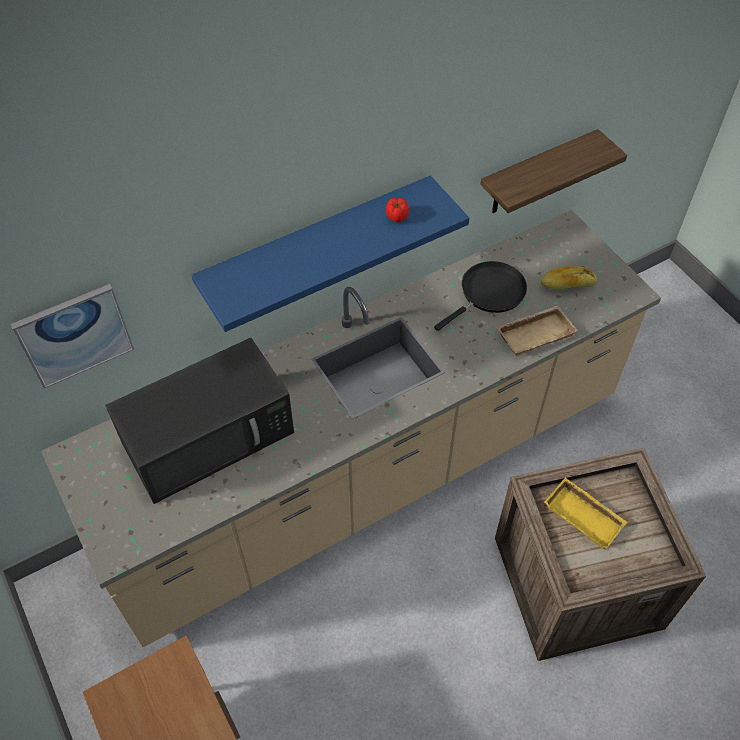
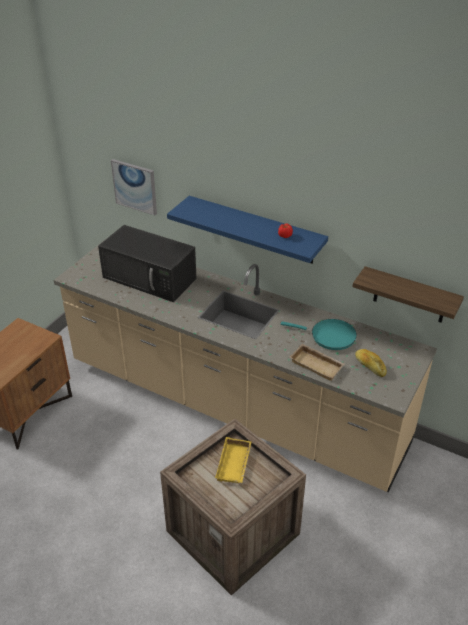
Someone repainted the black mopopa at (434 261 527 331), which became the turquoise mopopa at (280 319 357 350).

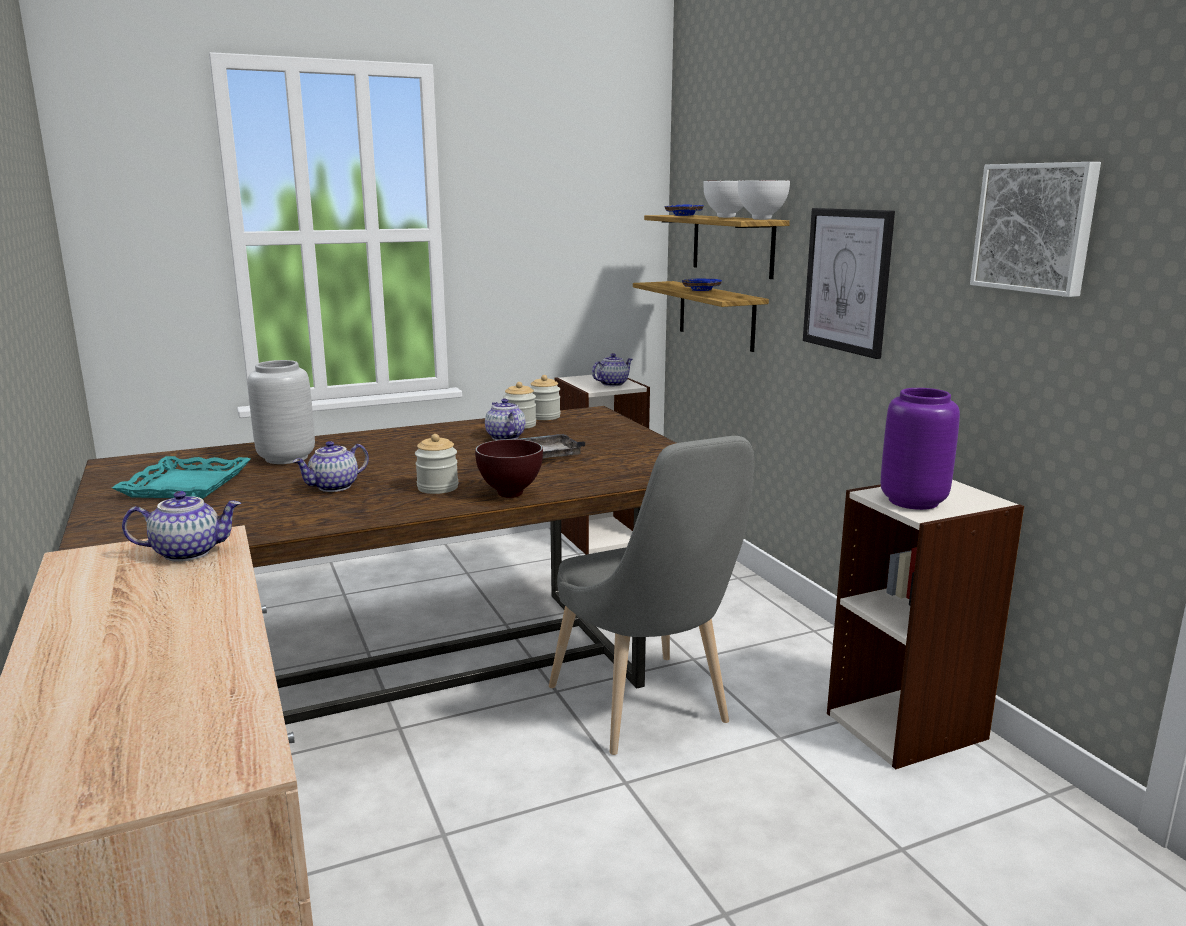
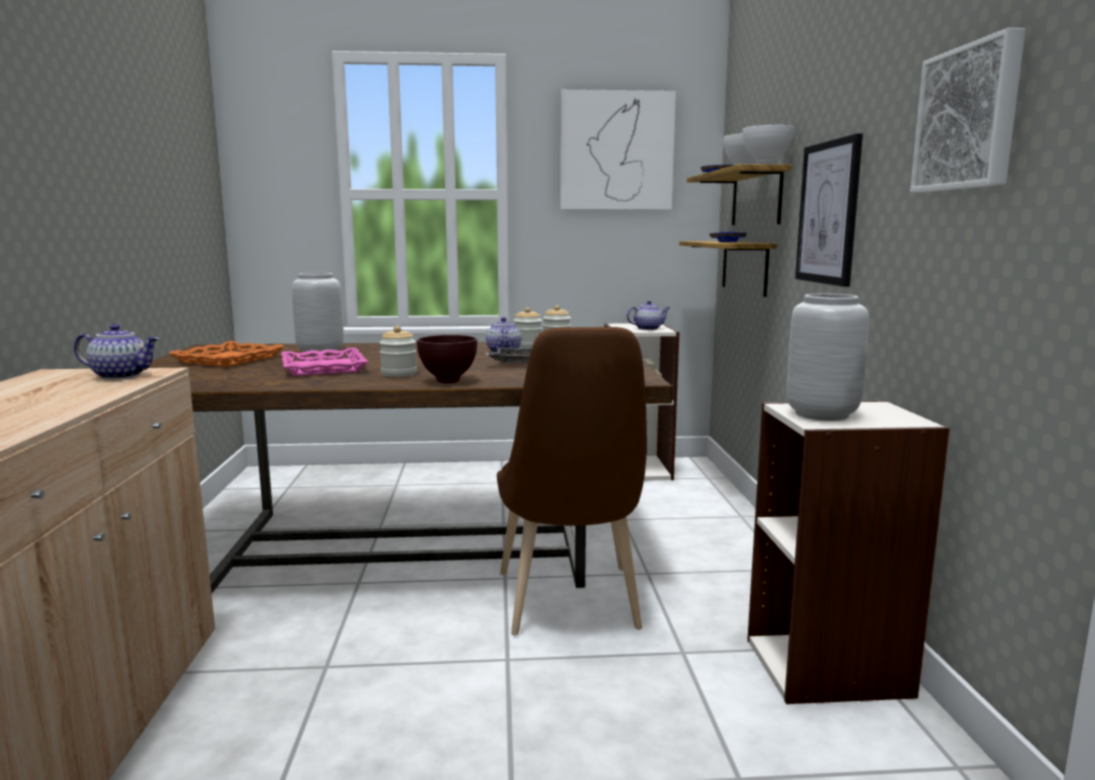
Someone repainted the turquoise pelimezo at (112 456 251 499), which became the orange pelimezo at (168 341 285 367).
Someone swapped the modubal at (293 441 369 492) for the pink pelimezo at (281 348 368 376).
Someone repainted the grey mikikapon at (549 436 754 755), which became the brown mikikapon at (497 327 647 635).
Someone put up the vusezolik at (560 89 676 210).
Someone repainted the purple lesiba at (881 388 960 510), which became the grey lesiba at (786 294 869 421).

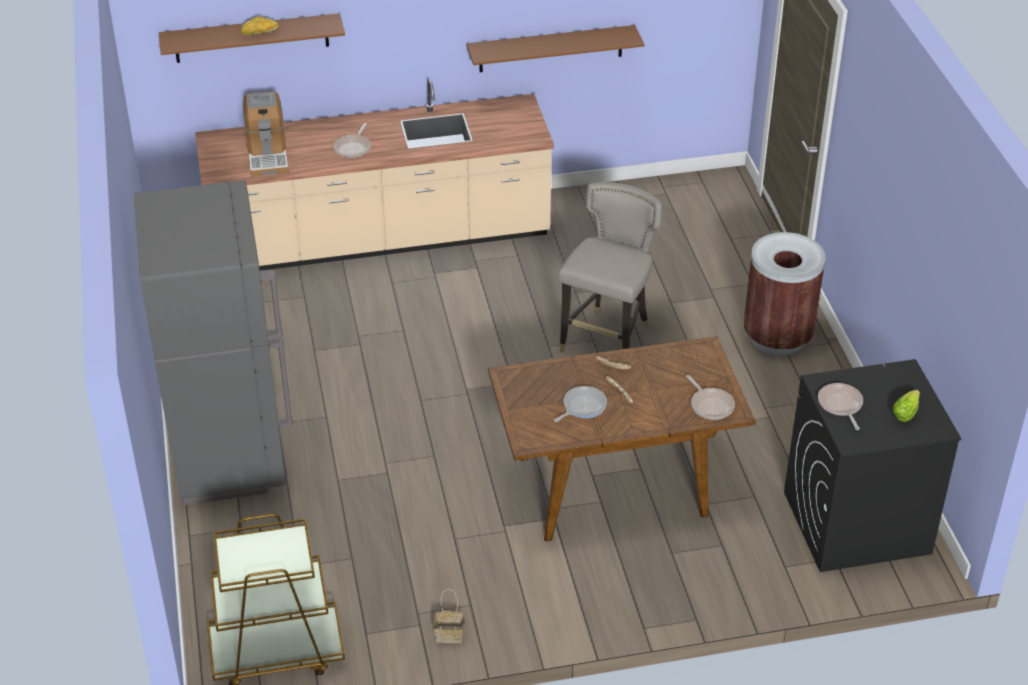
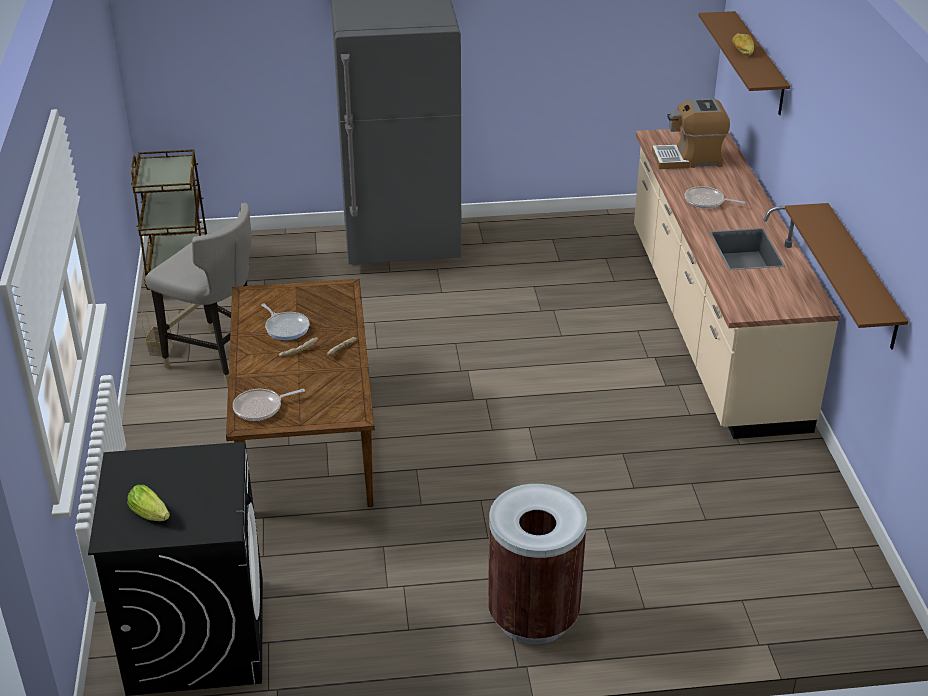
Someone carried the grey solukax from (558 182 662 353) to (146 203 252 386).
Someone took away the mopopa at (818 383 863 430).

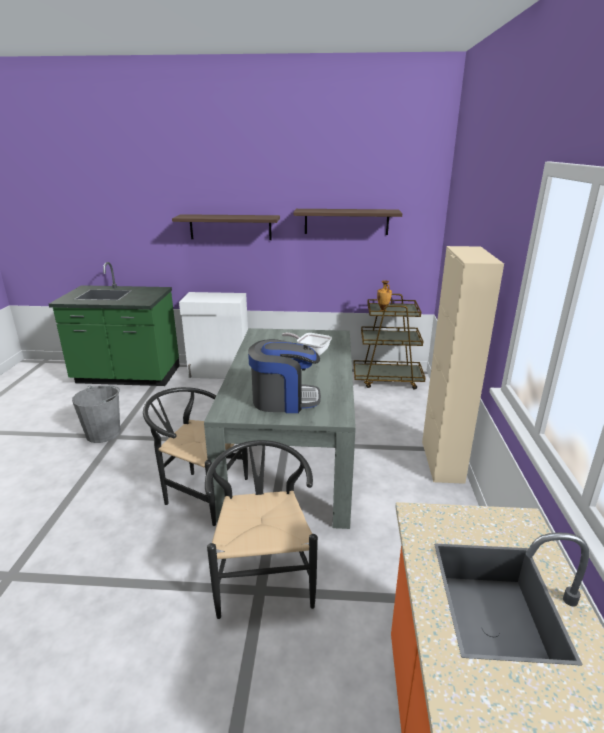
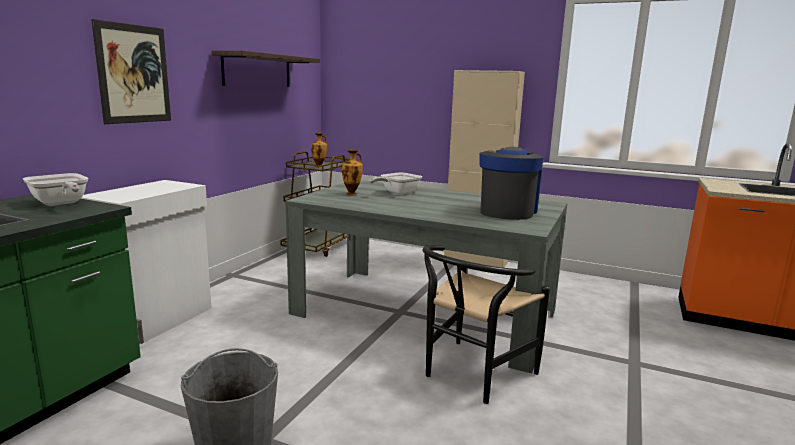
Someone put down the mopopa at (23 173 89 206).
Someone swapped the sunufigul at (172 214 280 240) for the vusezolik at (91 19 171 124).
Someone put down the lesiba at (342 149 363 195).
Someone took away the black mikikapon at (205 440 318 619).

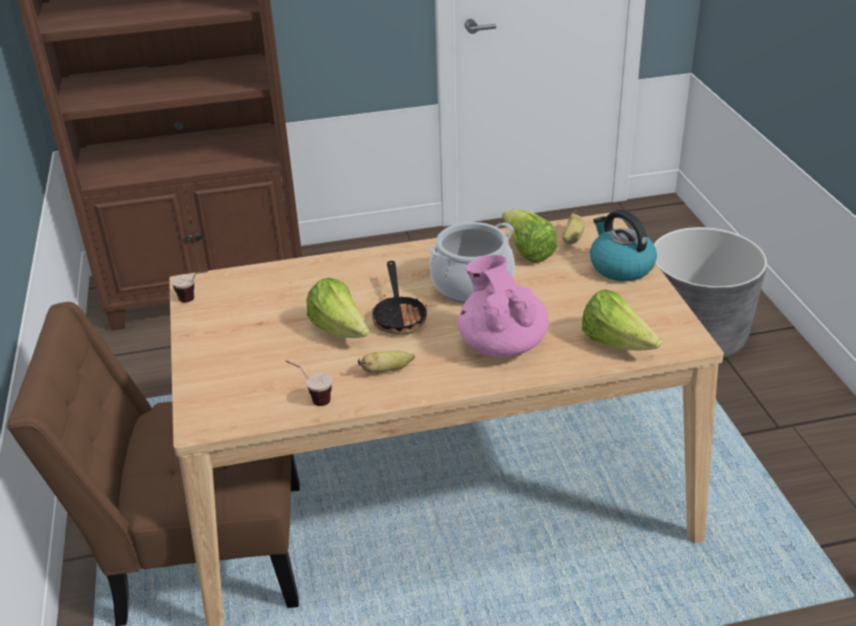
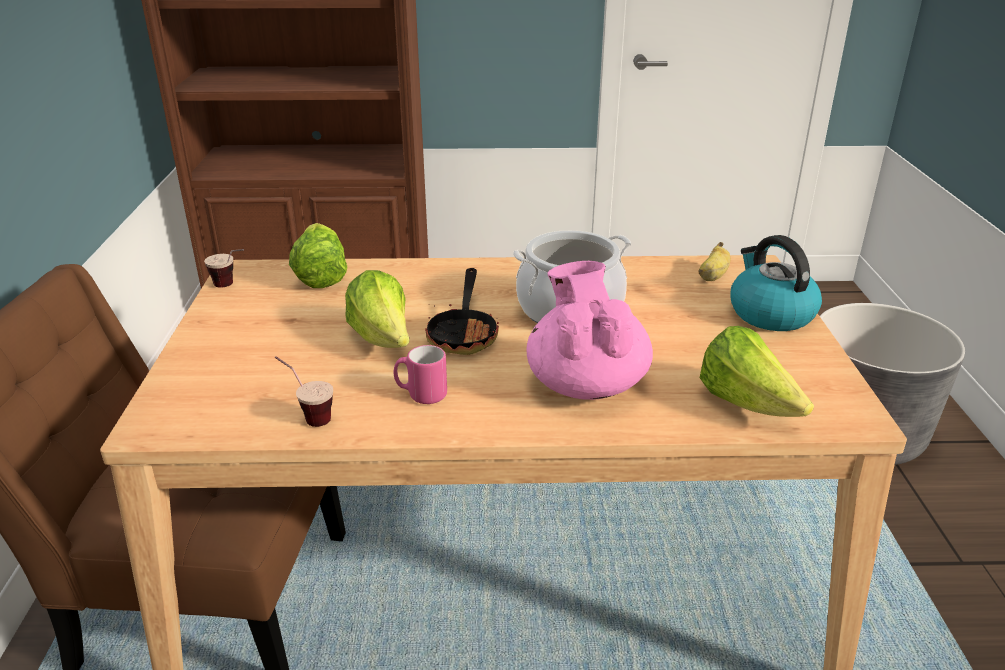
Someone carried the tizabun from (502 209 557 263) to (289 223 347 288).
Someone swapped the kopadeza at (358 350 415 373) for the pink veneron at (394 345 447 404).

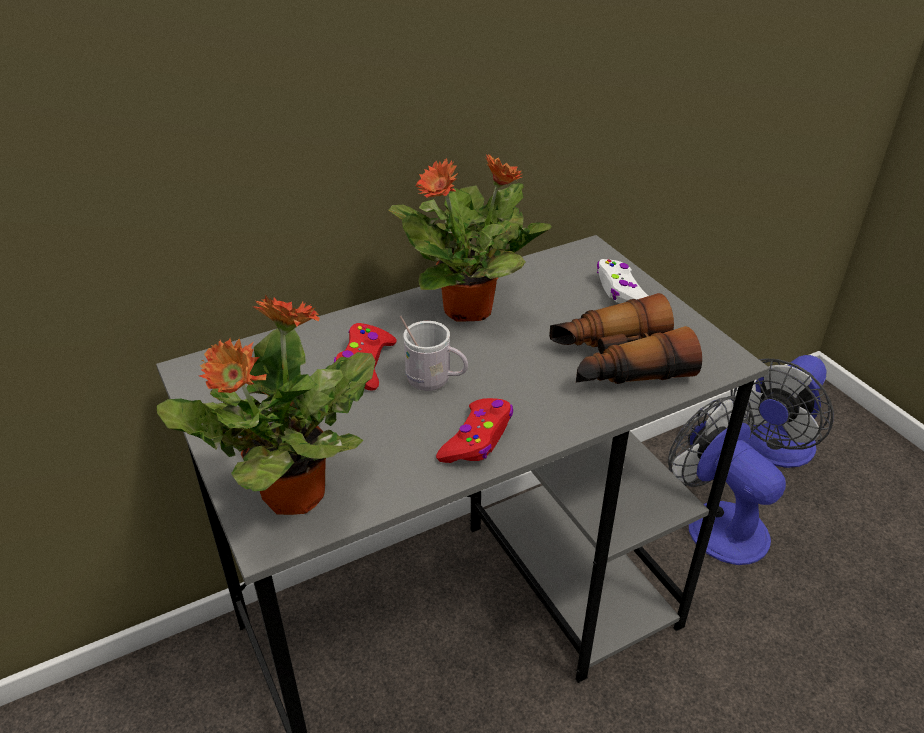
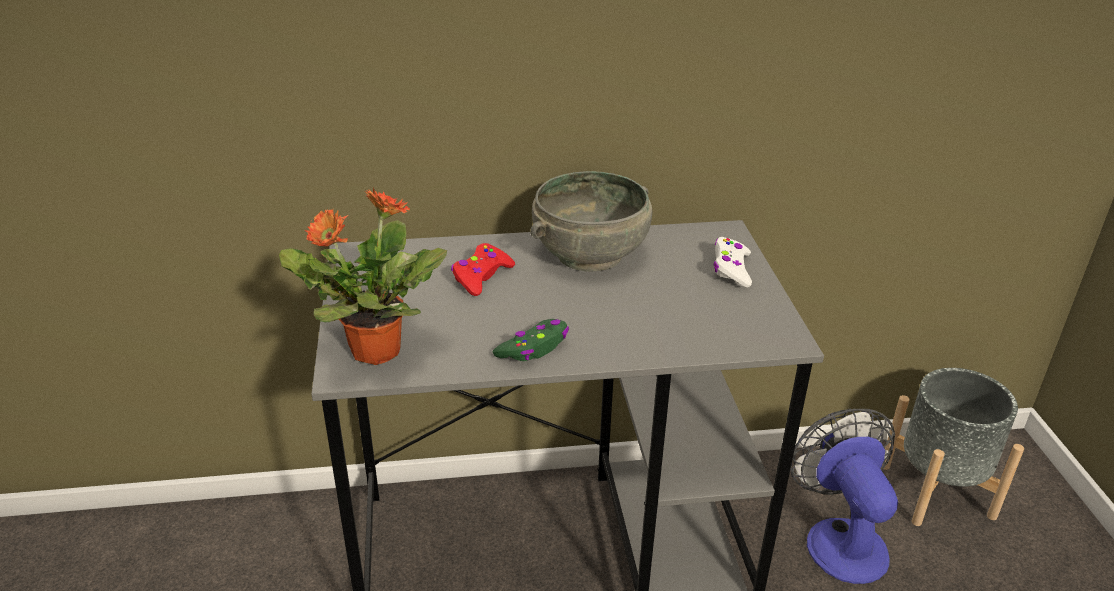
Someone repainted the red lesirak at (436 398 513 463), which became the green lesirak at (493 319 569 361).
Someone swapped the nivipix at (388 154 552 322) for the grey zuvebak at (530 171 652 272).
Someone swapped the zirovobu at (730 355 833 468) for the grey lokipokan at (881 368 1024 526).
Someone took away the white veneron at (400 316 468 391).
Someone took away the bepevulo at (549 293 702 384).

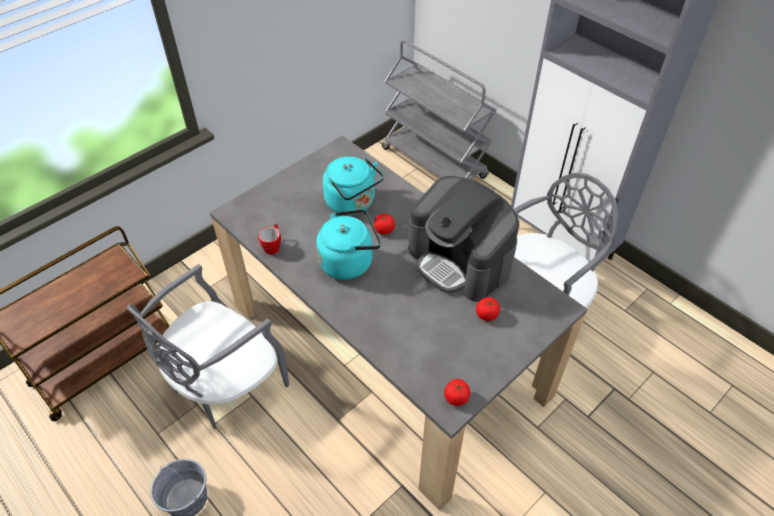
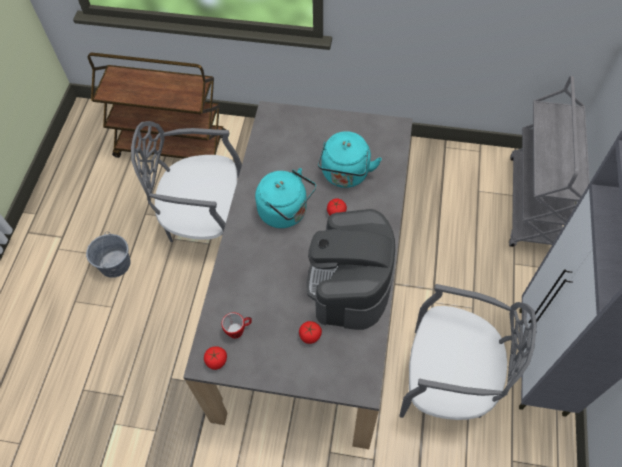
Someone carried the veneron from (258 224 281 255) to (222 312 252 339).

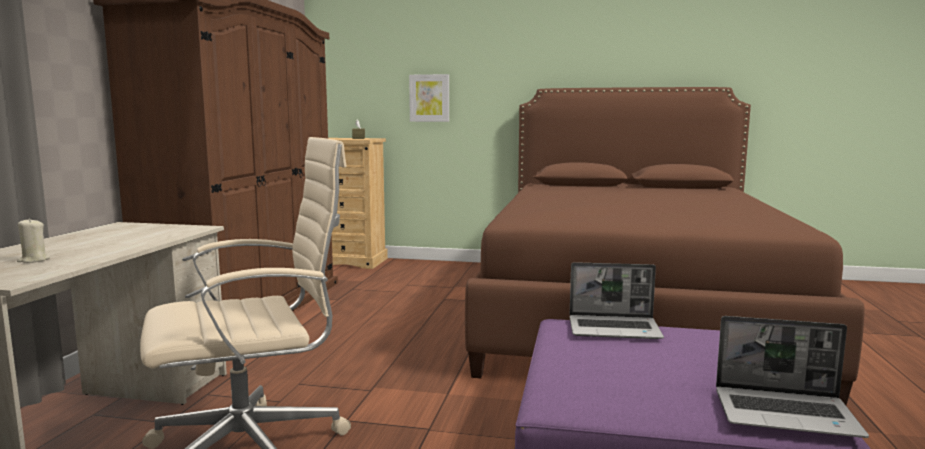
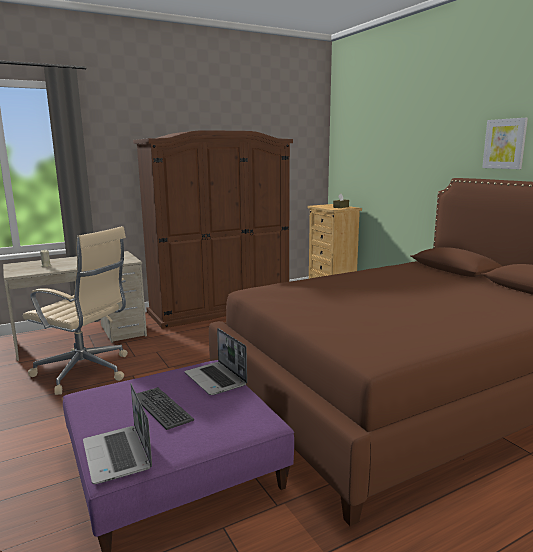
Someone put down the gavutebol at (136 387 194 430).
Someone carried the vusezolik from (409 74 449 122) to (482 118 528 169).

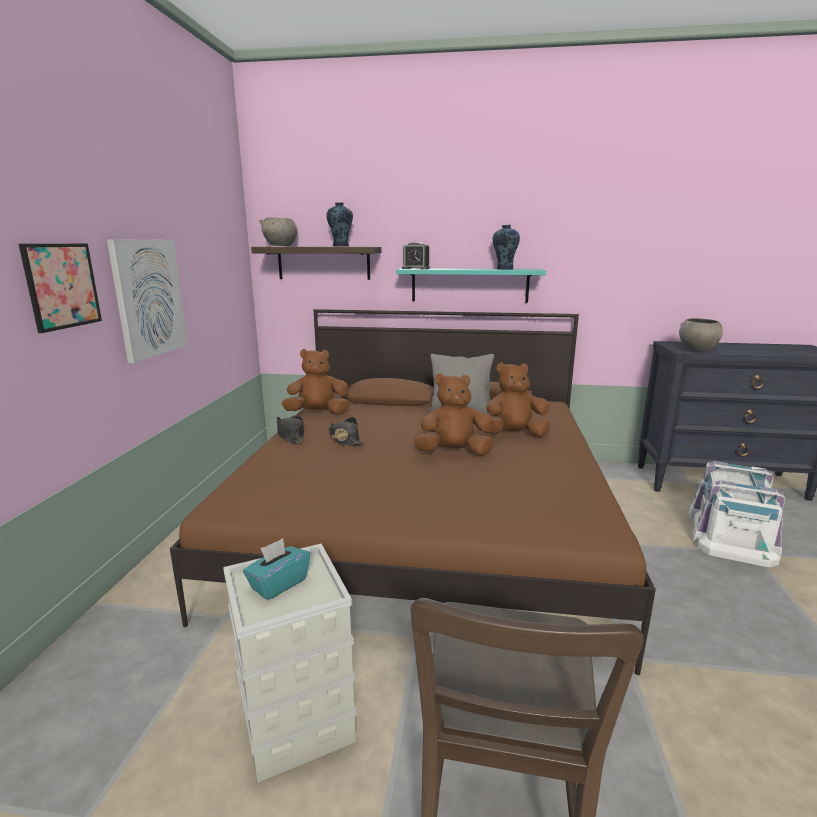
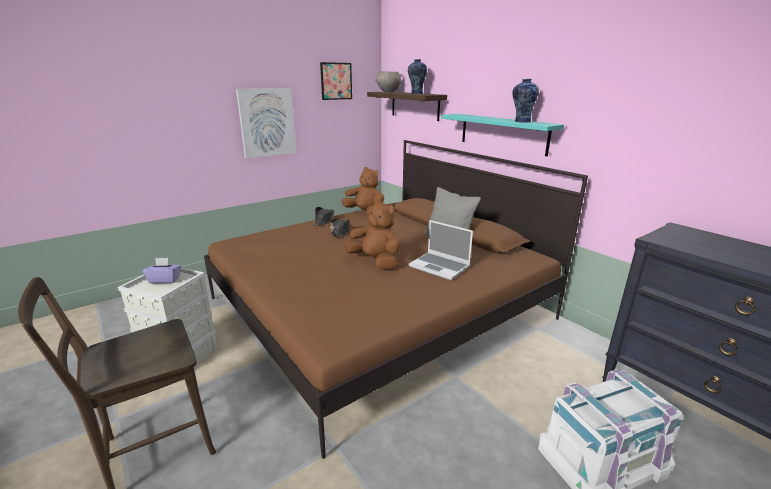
Someone repainted the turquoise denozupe at (243 538 310 600), which became the purple denozupe at (142 258 181 284).
Someone carried the vusezolik from (19 244 102 333) to (320 62 352 100).
Someone swapped the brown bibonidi at (485 362 550 436) for the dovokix at (409 220 473 280).
Someone took away the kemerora at (402 242 430 269).
Someone took away the grey zuvebak at (679 318 723 352).

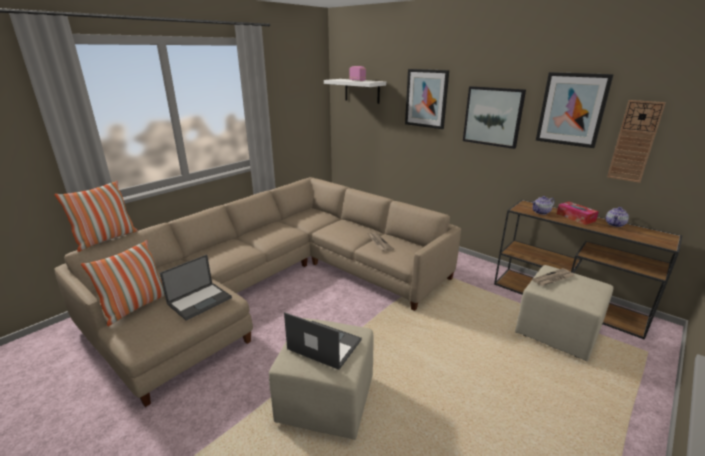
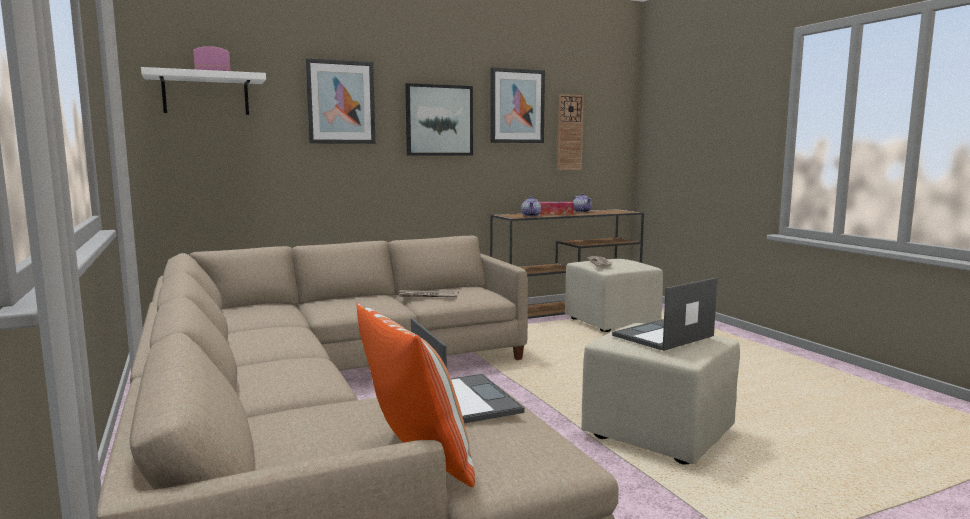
Someone took away the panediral at (55 181 138 252).

